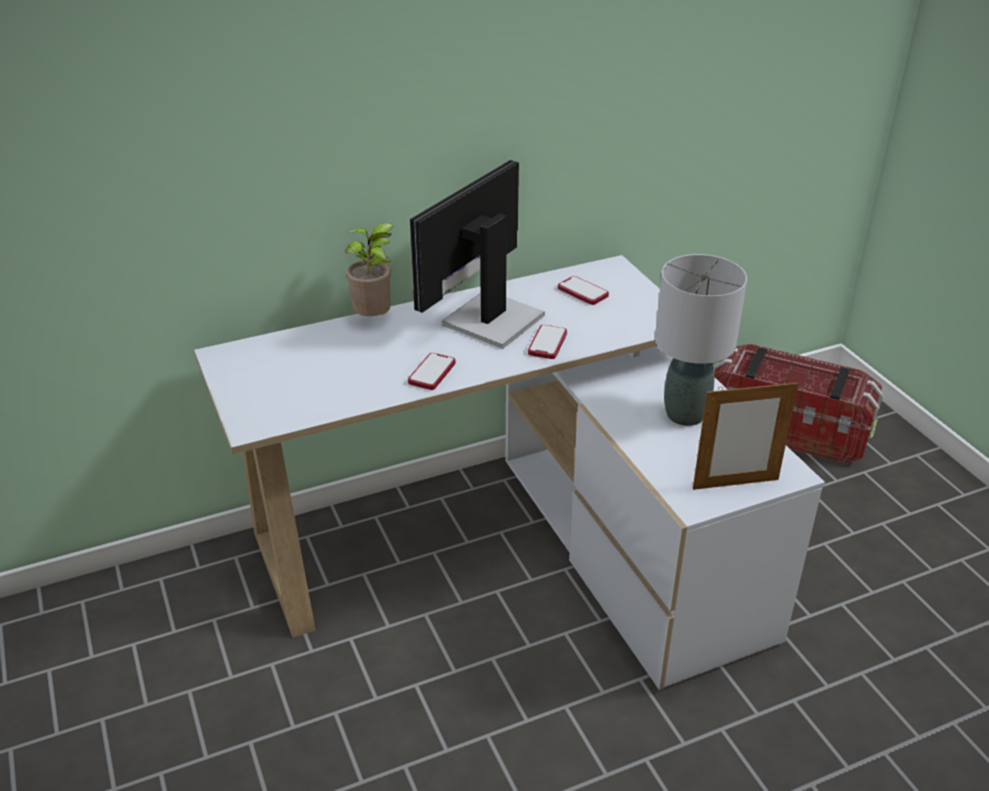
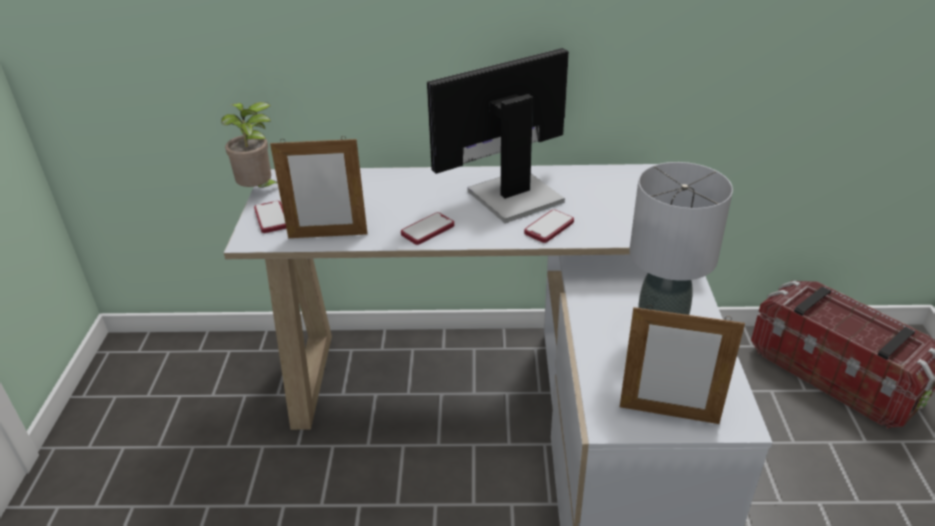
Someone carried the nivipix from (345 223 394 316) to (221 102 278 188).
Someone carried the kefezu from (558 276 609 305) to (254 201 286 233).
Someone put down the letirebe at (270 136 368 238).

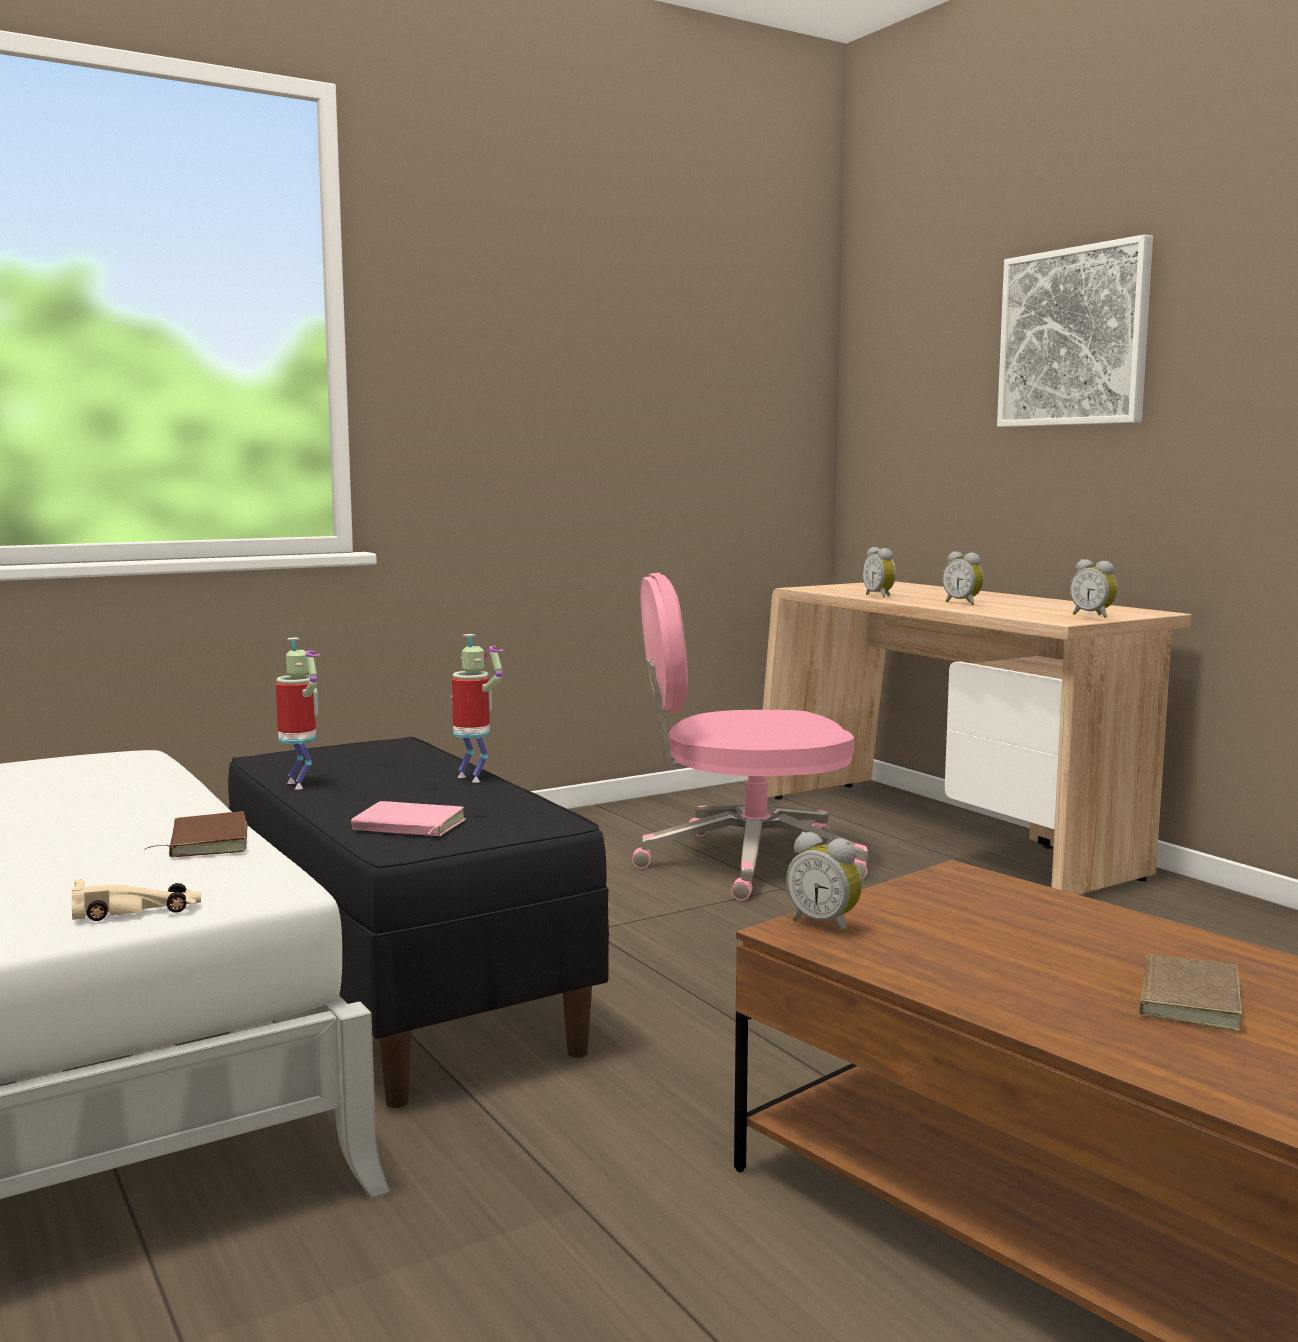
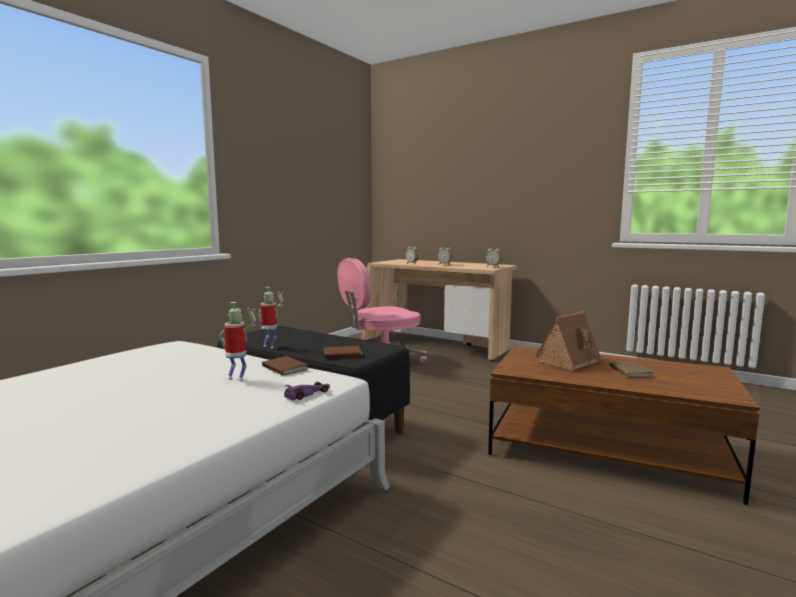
Someone carried the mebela from (450 634 503 783) to (219 302 257 382).
Someone repainted the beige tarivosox at (72 879 201 921), which became the purple tarivosox at (284 382 330 401).
Someone repainted the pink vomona at (351 801 466 836), which became the brown vomona at (323 346 363 359).
Someone put down the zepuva at (535 311 602 371).
Someone took away the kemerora at (786 831 862 934).
Someone took away the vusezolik at (997 235 1153 427).

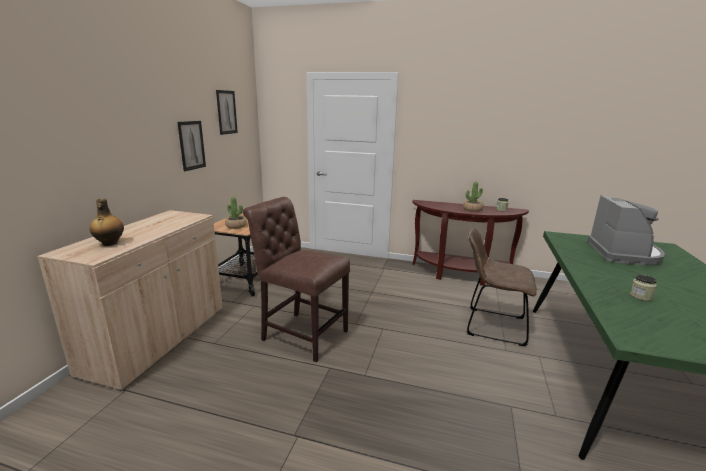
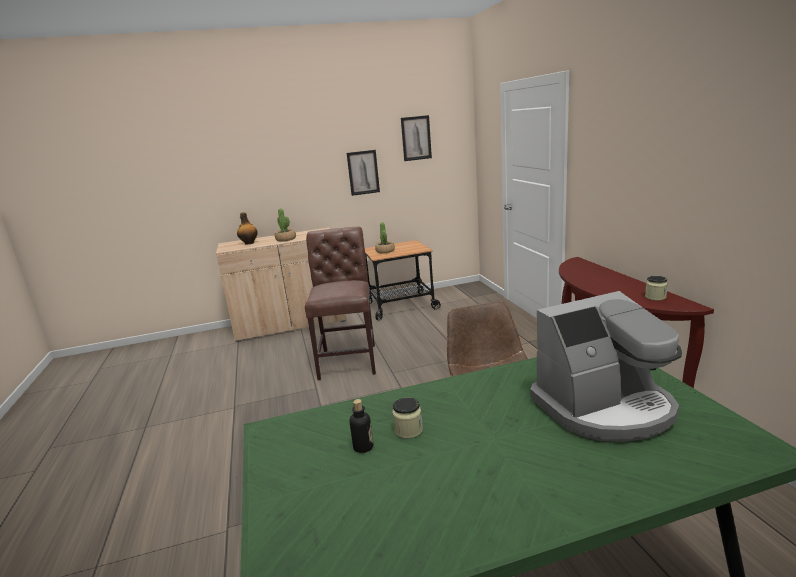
Someone carried the nivipix from (463 181 483 212) to (275 208 296 242).
Someone put down the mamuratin at (349 399 373 453).

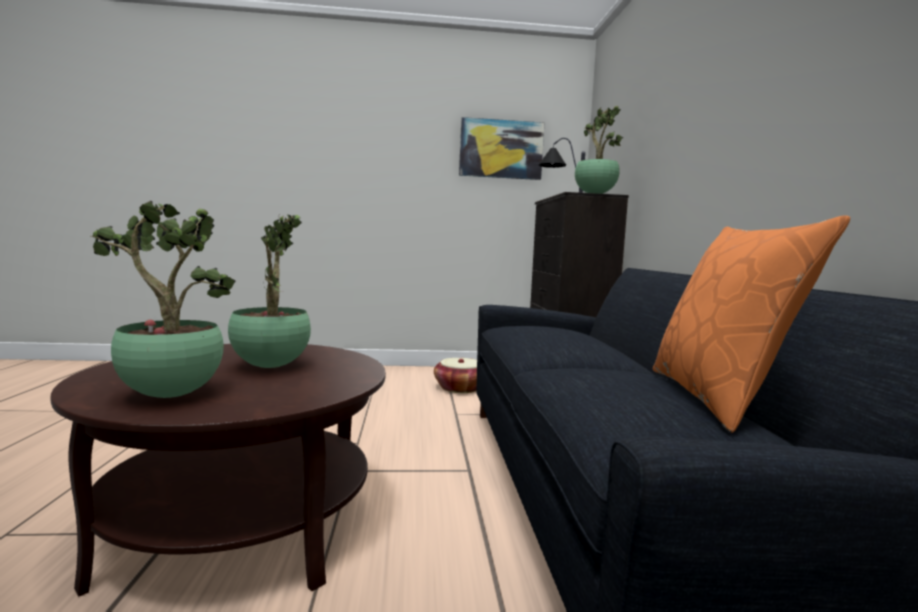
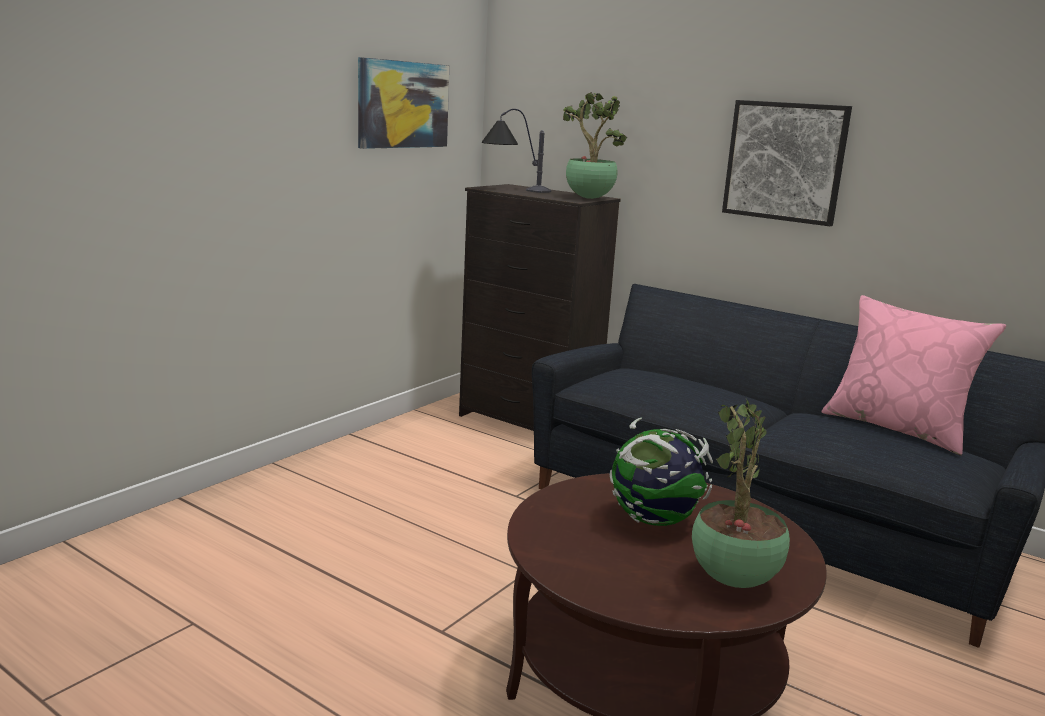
Someone swapped the nivipix at (228 213 311 368) for the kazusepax at (610 418 713 526).
Someone put up the vusezolik at (722 100 852 226).
Someone repainted the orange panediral at (653 216 850 433), which became the pink panediral at (821 295 1006 456).
Someone took away the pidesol at (434 358 477 393).

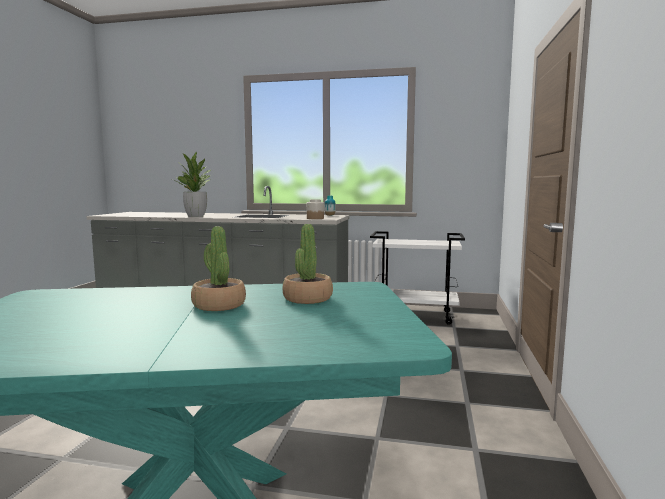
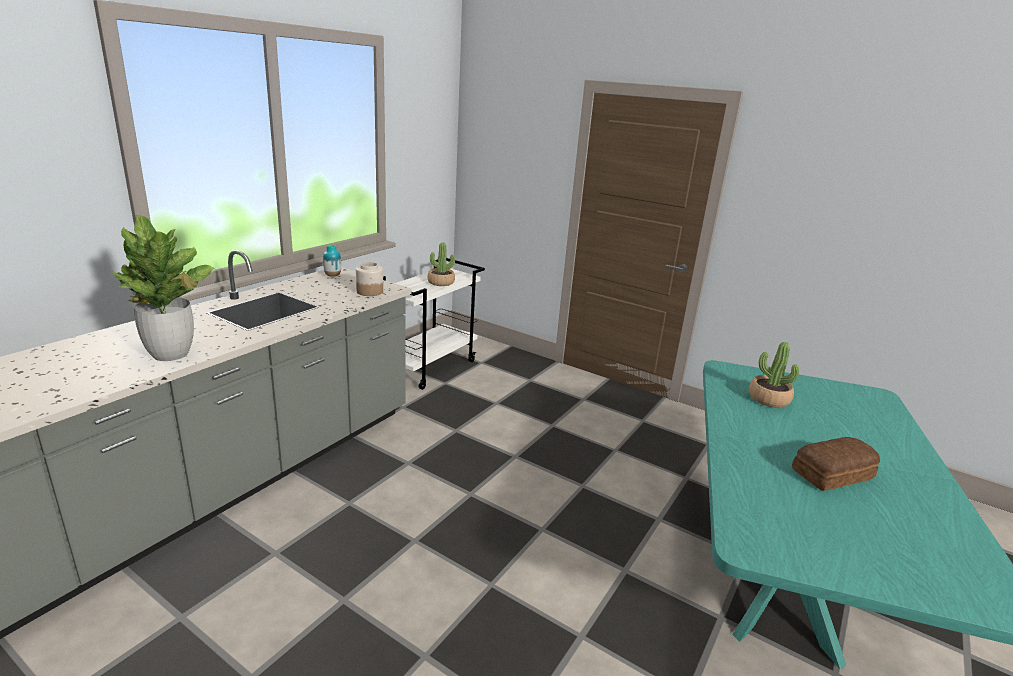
Someone carried the nivipix from (191 226 246 311) to (427 242 455 286).
Someone put down the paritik at (792 437 880 491).

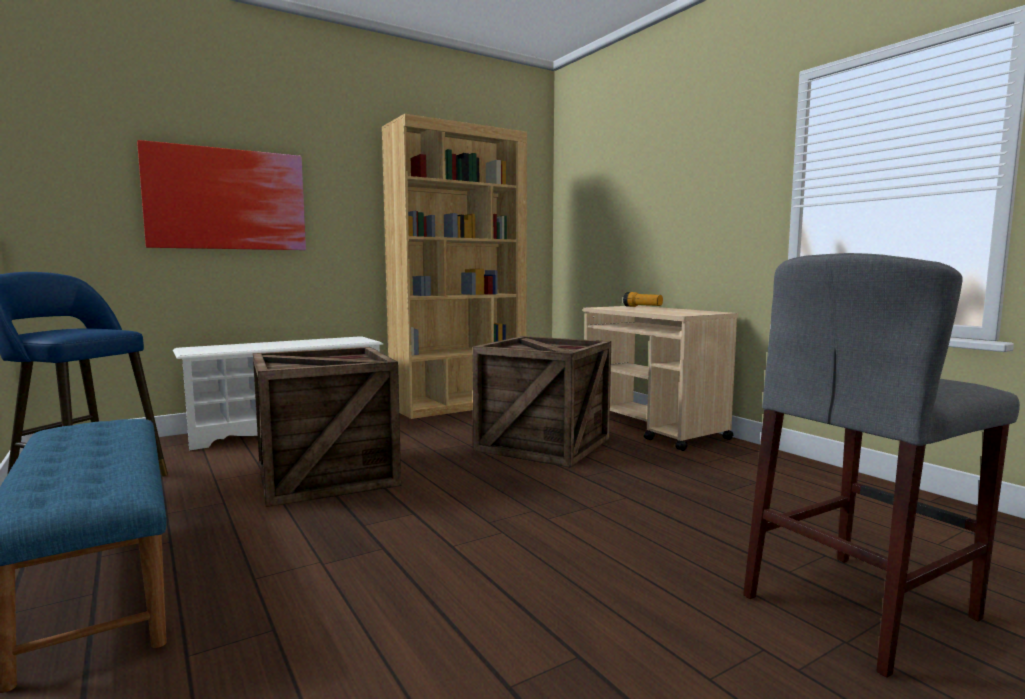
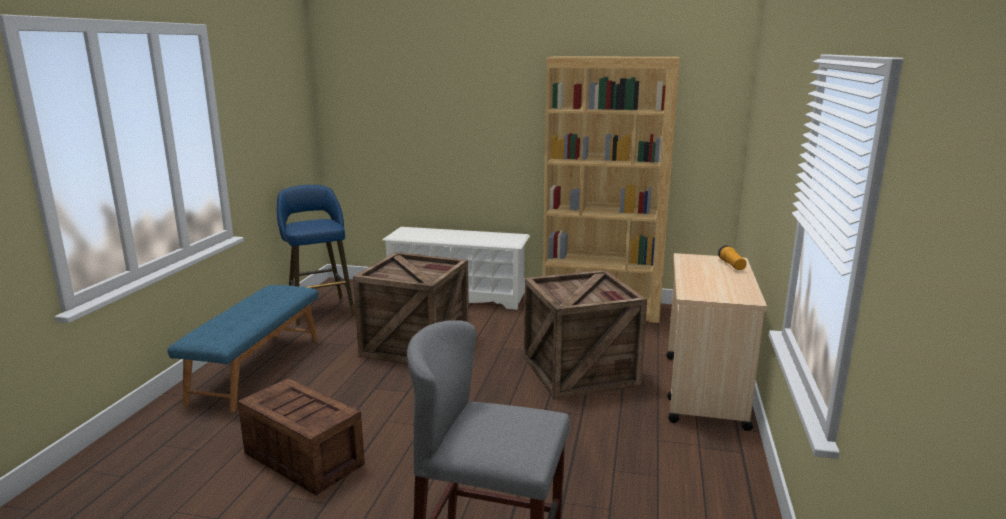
Someone put down the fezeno at (238 378 365 495).
Someone took away the vusezolik at (137 140 306 250).

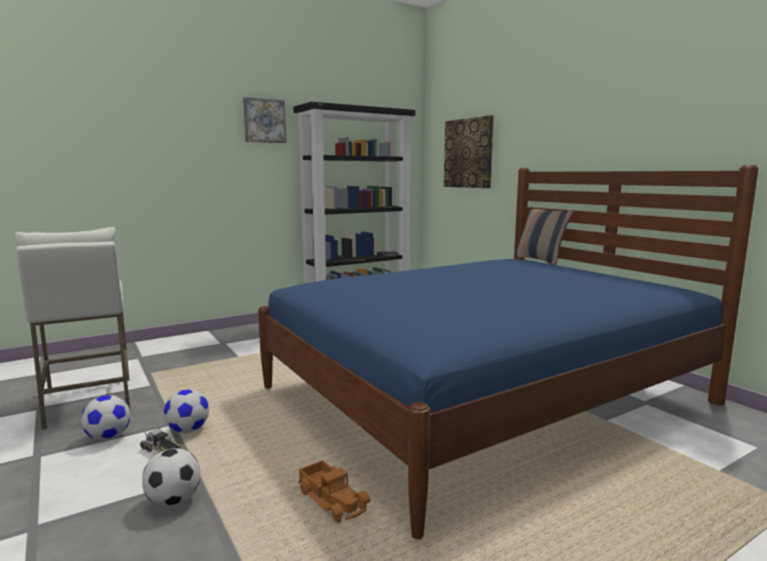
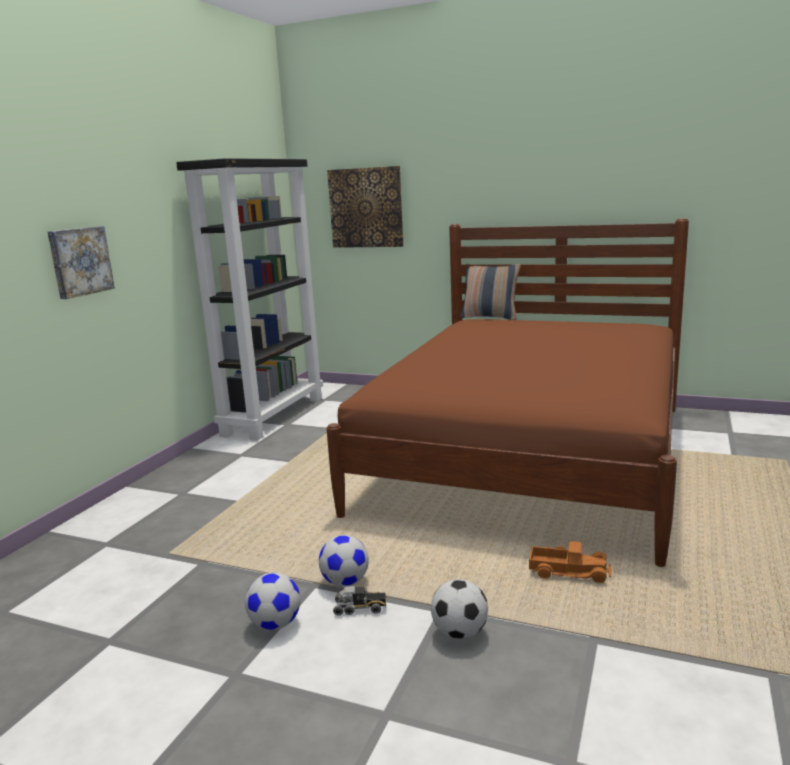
Someone carried the vusezolik from (243 97 286 143) to (48 226 115 299).
Someone repainted the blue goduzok at (258 165 759 539), which became the brown goduzok at (326 218 689 567).
Someone took away the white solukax at (15 227 131 429).

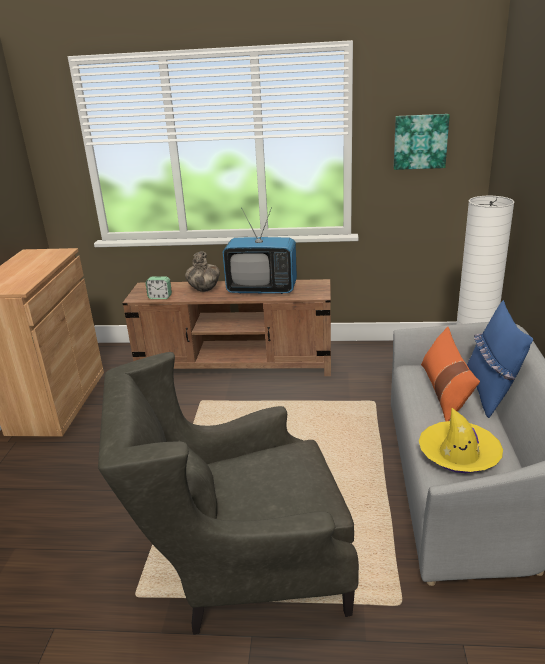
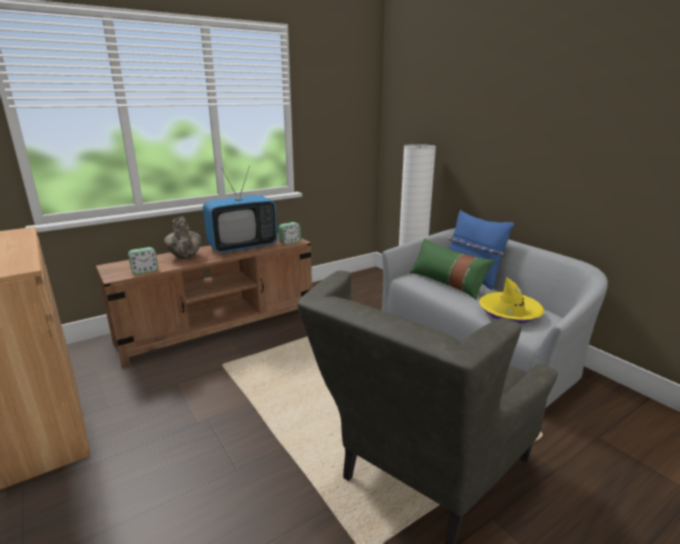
Someone put down the kemerora at (278 222 301 244).
Someone repainted the orange panediral at (421 327 480 421), which became the green panediral at (410 238 495 300).
Someone took away the vusezolik at (394 114 450 170).

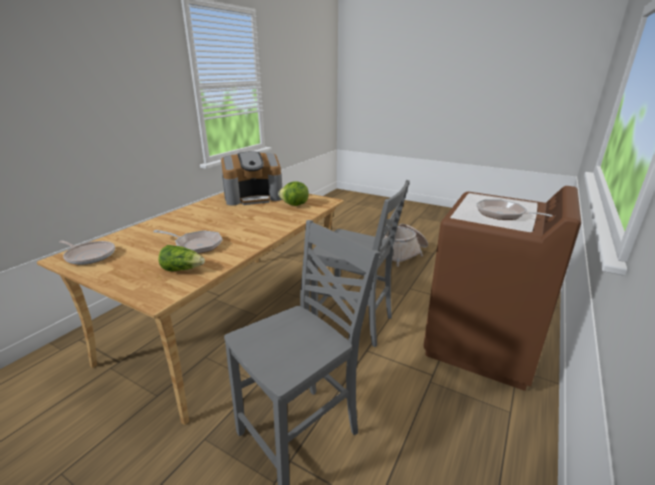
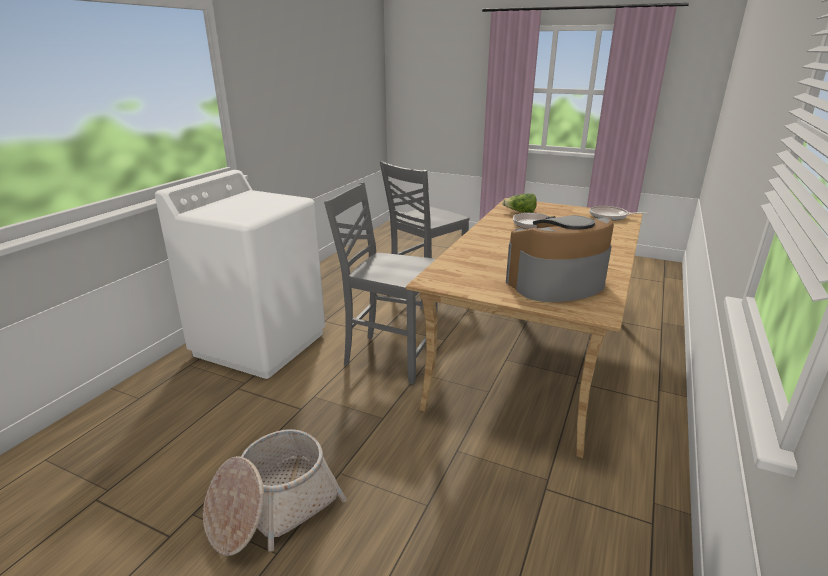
Someone repainted the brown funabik at (423 186 581 391), which became the white funabik at (155 170 325 379).
Someone took away the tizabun at (278 181 309 206).
Someone took away the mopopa at (476 199 553 220).

